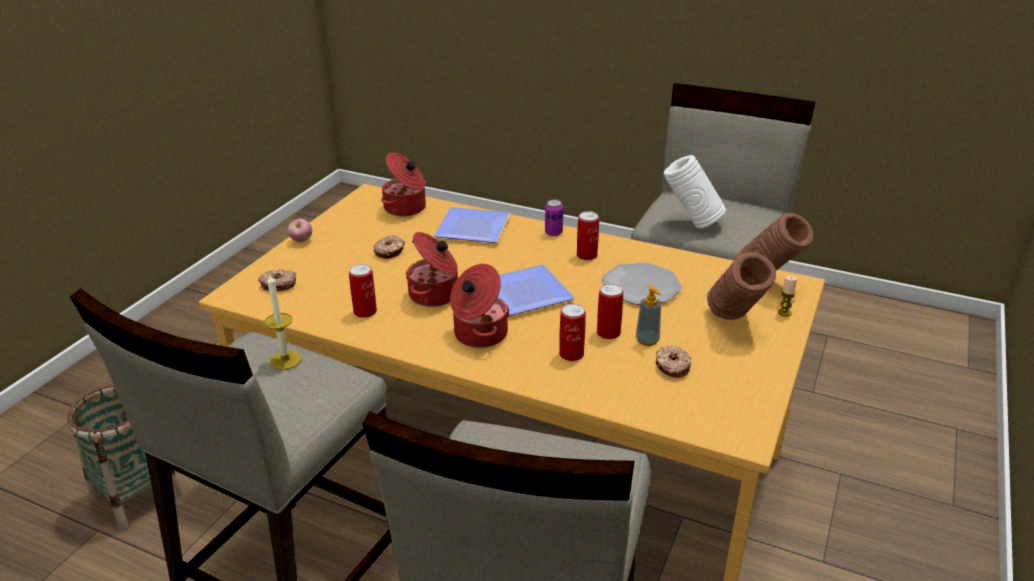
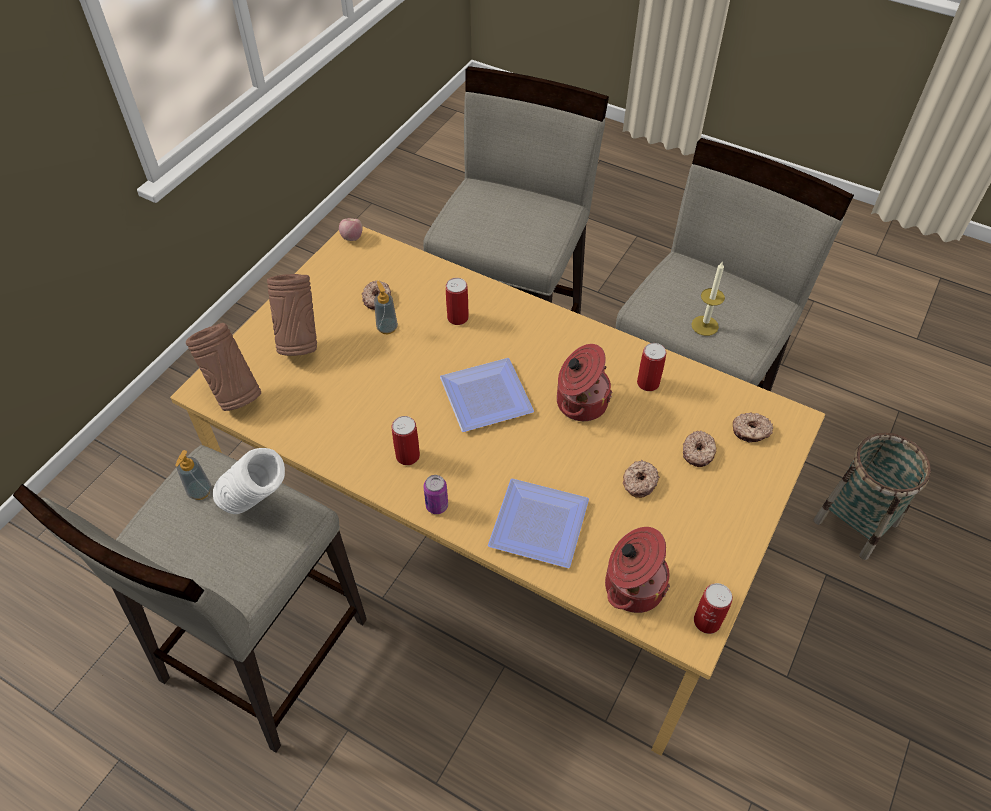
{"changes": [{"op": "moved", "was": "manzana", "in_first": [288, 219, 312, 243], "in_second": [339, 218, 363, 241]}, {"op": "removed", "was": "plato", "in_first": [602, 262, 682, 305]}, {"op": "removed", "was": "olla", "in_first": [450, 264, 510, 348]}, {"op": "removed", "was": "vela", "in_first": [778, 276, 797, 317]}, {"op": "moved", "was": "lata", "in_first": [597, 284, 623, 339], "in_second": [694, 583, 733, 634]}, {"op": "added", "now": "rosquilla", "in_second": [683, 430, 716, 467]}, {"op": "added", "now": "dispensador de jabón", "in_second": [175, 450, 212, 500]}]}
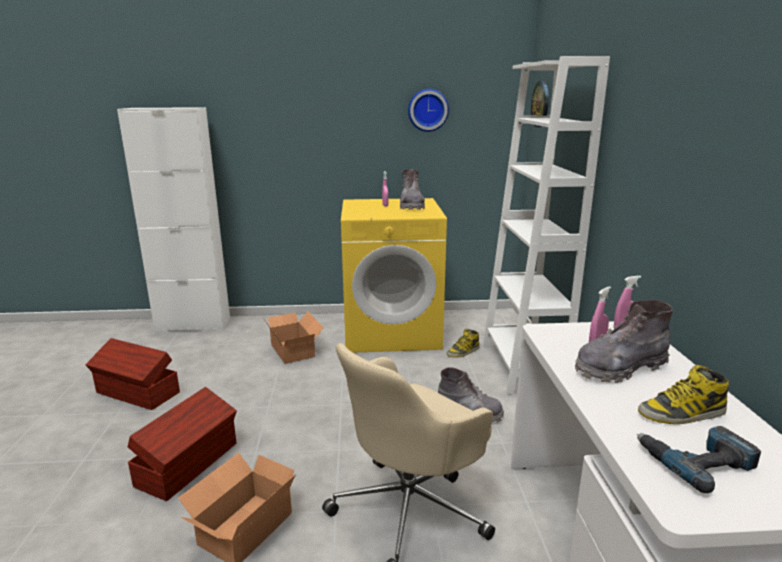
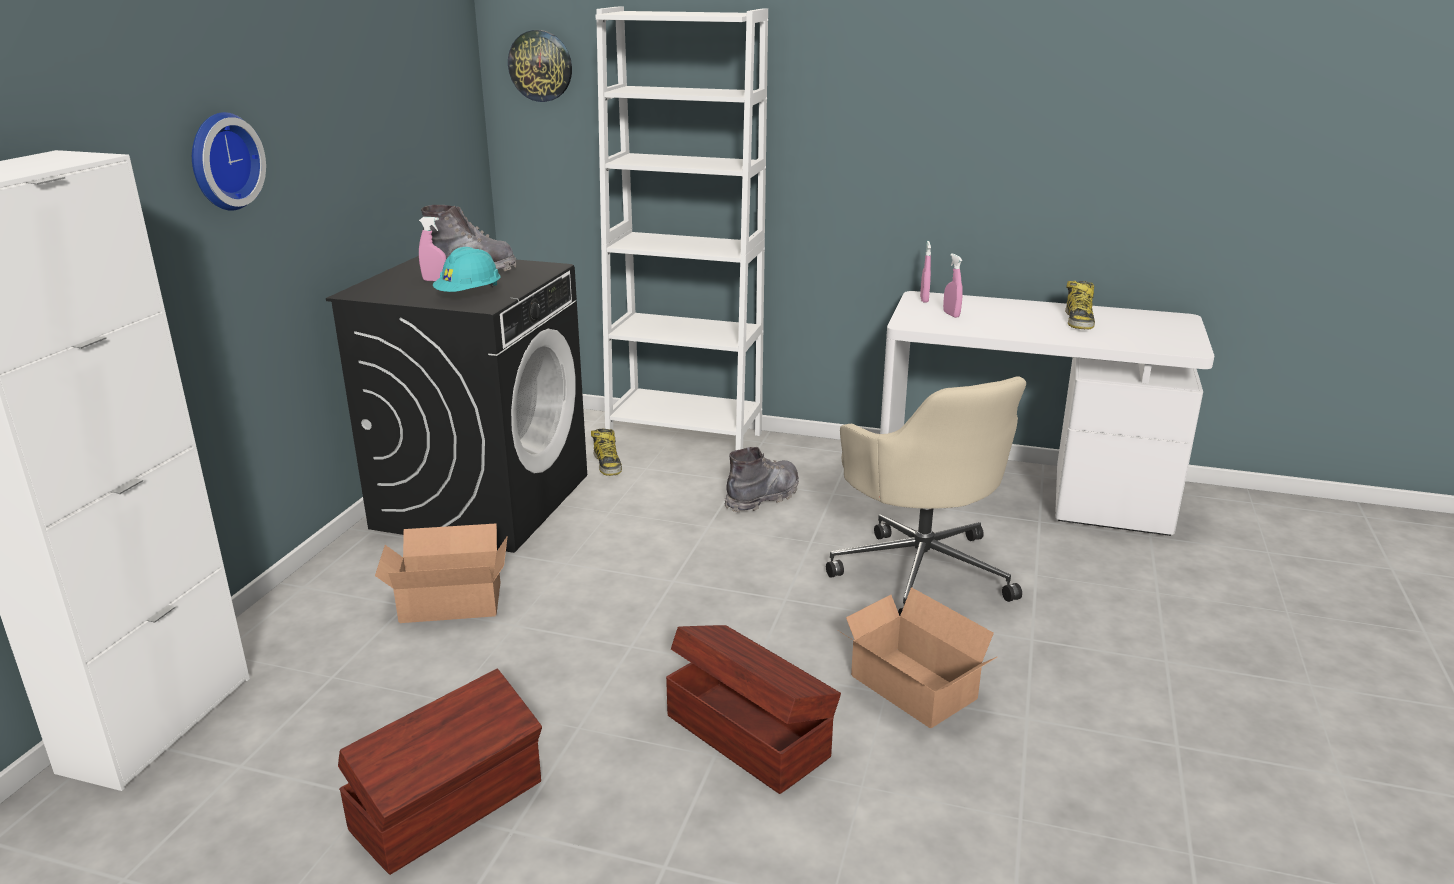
{"changes": [{"op": "moved", "was": "reloj de pared", "in_first": [408, 89, 449, 132], "in_second": [192, 112, 266, 211]}, {"op": "recoloured", "was": "lavadora/amarillo", "now": "lavadora/negro", "in_first": [341, 198, 447, 353], "in_second": [326, 256, 587, 553]}, {"op": "removed", "was": "bota/gris", "in_first": [575, 299, 673, 383]}, {"op": "removed", "was": "taladro", "in_first": [637, 426, 761, 493]}, {"op": "added", "now": "casco/turquesa", "in_second": [433, 247, 501, 292]}]}
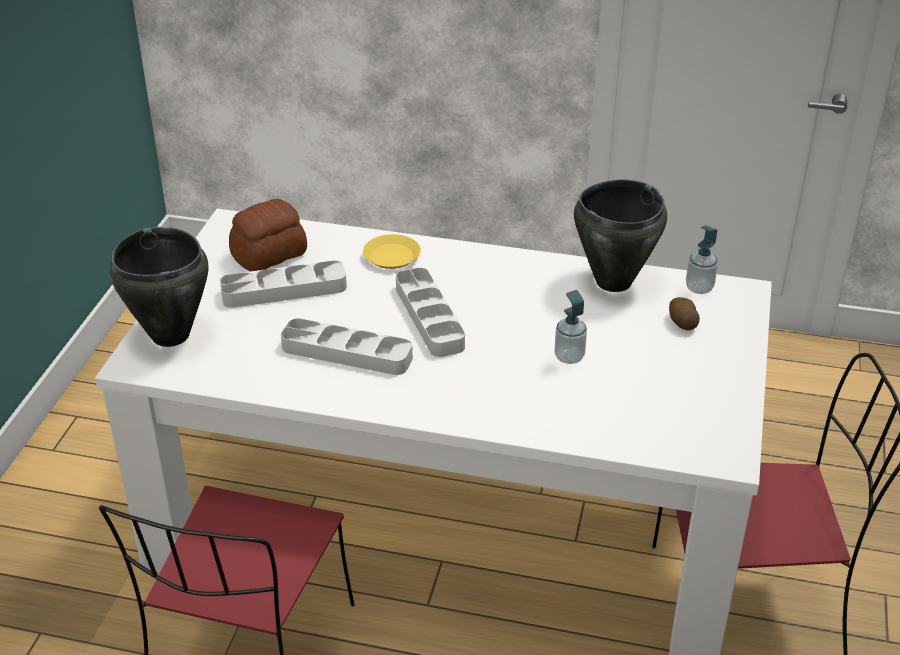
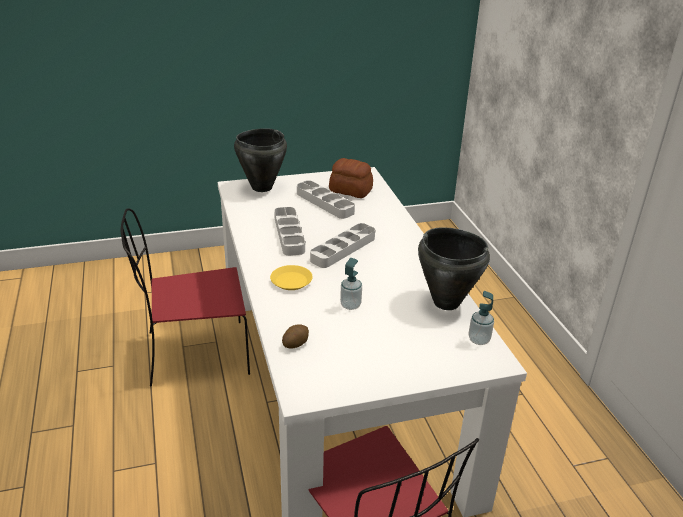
{"changes": [{"op": "moved", "was": "plato/amarillo", "in_first": [363, 234, 421, 269], "in_second": [270, 265, 313, 290]}, {"op": "moved", "was": "patata", "in_first": [669, 297, 700, 330], "in_second": [282, 324, 309, 348]}]}
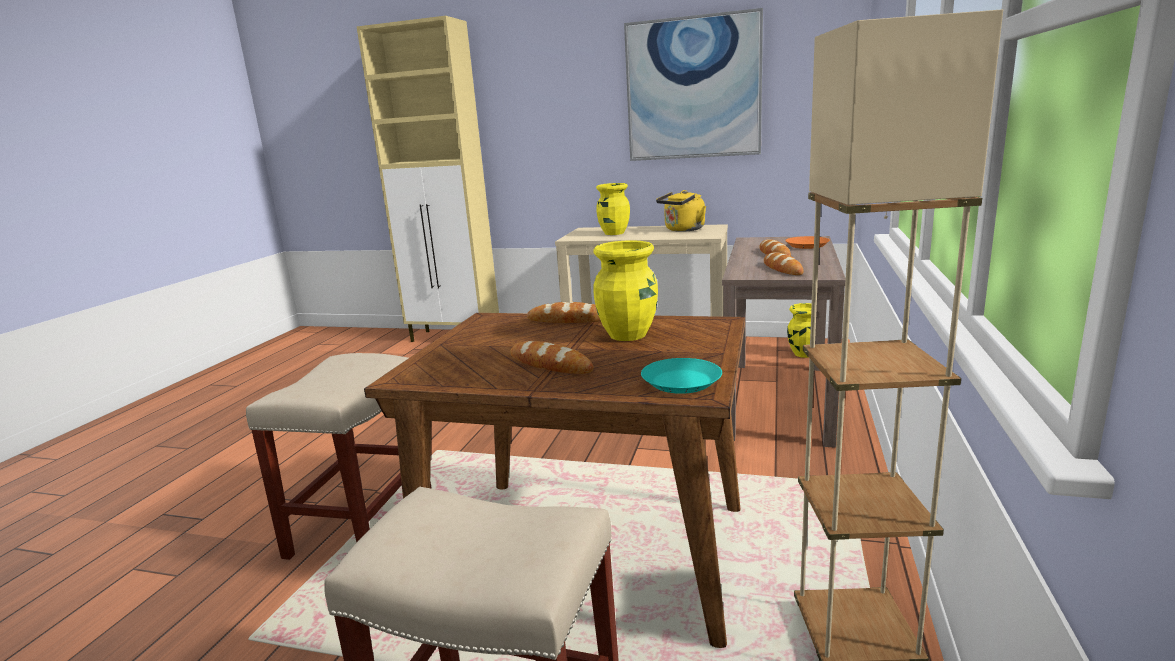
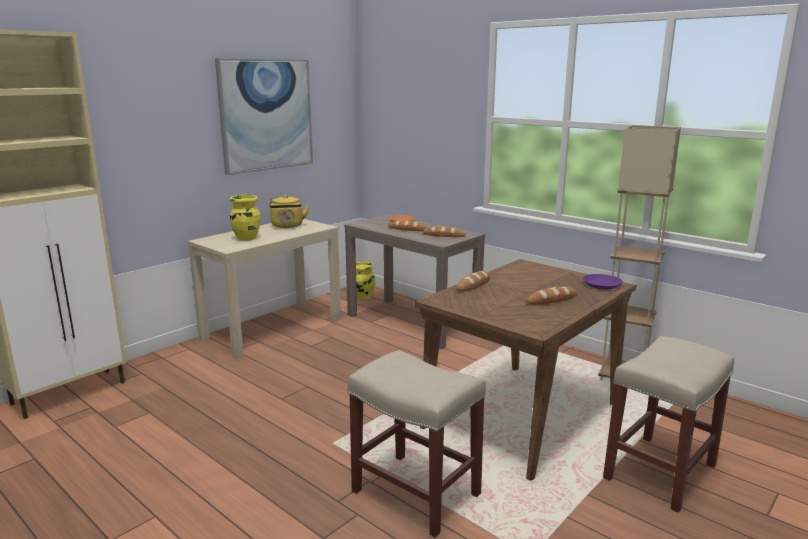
{"changes": [{"op": "removed", "was": "florero/amarillo", "in_first": [593, 240, 658, 341]}, {"op": "recoloured", "was": "plato/turquesa", "now": "plato/morado", "in_first": [641, 358, 722, 394], "in_second": [583, 274, 623, 289]}]}
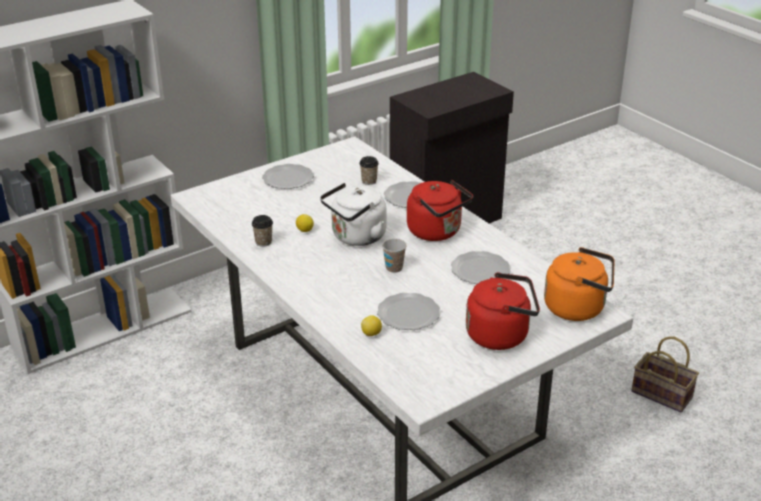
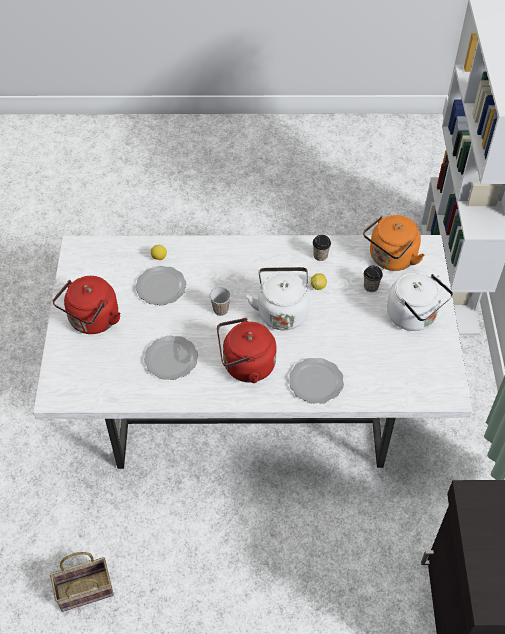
{"changes": [{"op": "moved", "was": "taza", "in_first": [359, 156, 379, 185], "in_second": [364, 266, 383, 292]}, {"op": "replaced", "was": "plato", "now": "hervidor/blanco", "in_first": [262, 164, 314, 189], "in_second": [387, 273, 453, 331]}, {"op": "moved", "was": "hervidor/naranja", "in_first": [544, 247, 615, 321], "in_second": [363, 215, 425, 271]}]}
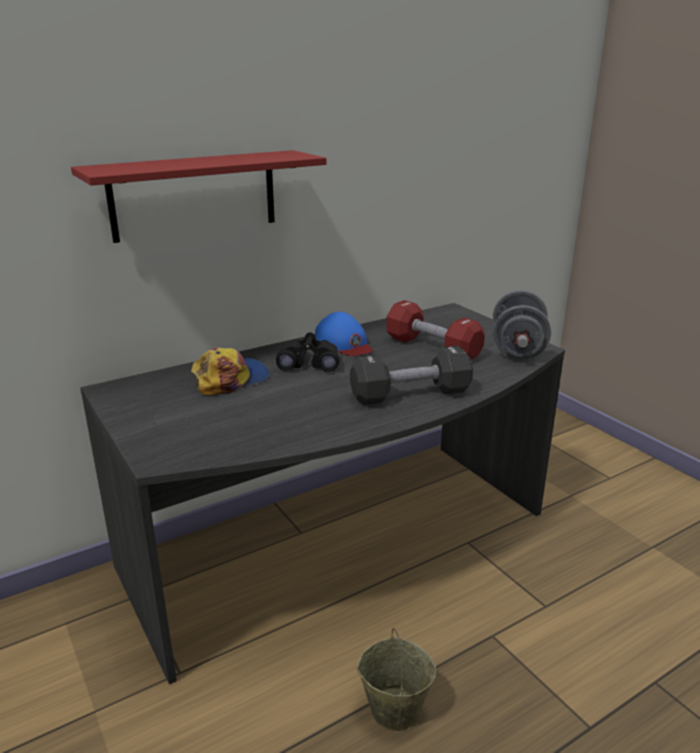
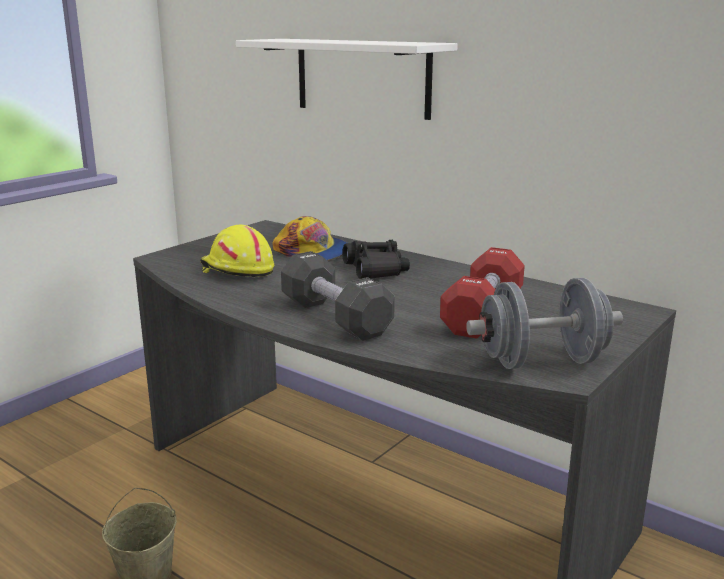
{"changes": [{"op": "recoloured", "was": "estante/rojo", "now": "estante/blanco", "in_first": [71, 150, 326, 243], "in_second": [236, 39, 458, 120]}, {"op": "removed", "was": "gorra/azul", "in_first": [315, 312, 373, 356]}, {"op": "added", "now": "casco/amarillo", "in_second": [200, 225, 274, 277]}]}
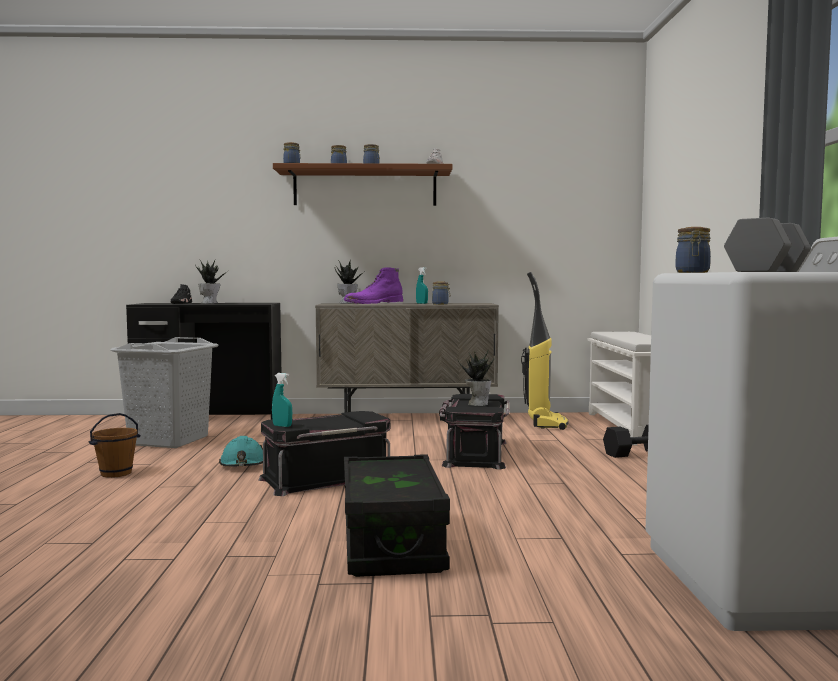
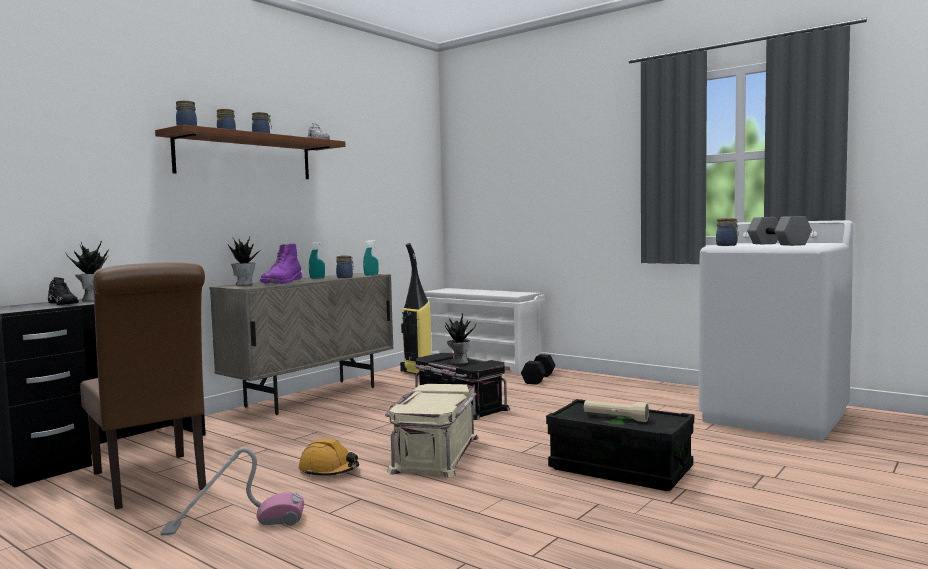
{"changes": [{"op": "replaced", "was": "cesto de la ropa/gris", "now": "silla/marrón", "in_first": [110, 337, 219, 448], "in_second": [80, 262, 206, 509]}, {"op": "moved", "was": "pulverizador/turquesa", "in_first": [272, 373, 292, 427], "in_second": [363, 240, 379, 275]}, {"op": "recoloured", "was": "caja de almacenaje/negro", "now": "caja de almacenaje/beis", "in_first": [258, 411, 390, 496], "in_second": [385, 384, 478, 478]}, {"op": "replaced", "was": "cubo/marrón", "now": "aspiradora", "in_first": [89, 413, 140, 478], "in_second": [161, 447, 304, 536]}, {"op": "recoloured", "was": "casco/turquesa", "now": "casco/naranja", "in_first": [219, 436, 263, 467], "in_second": [298, 439, 359, 477]}, {"op": "added", "now": "linterna/beis", "in_second": [584, 400, 649, 422]}]}
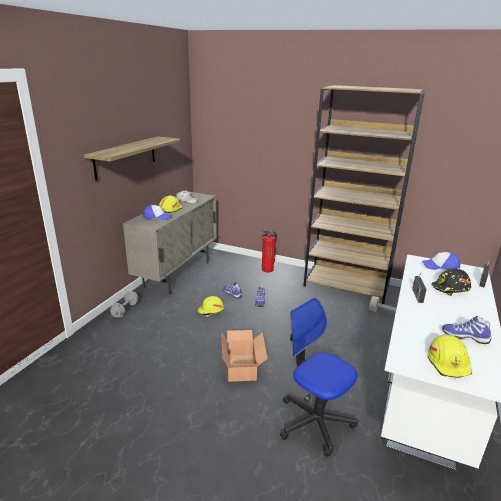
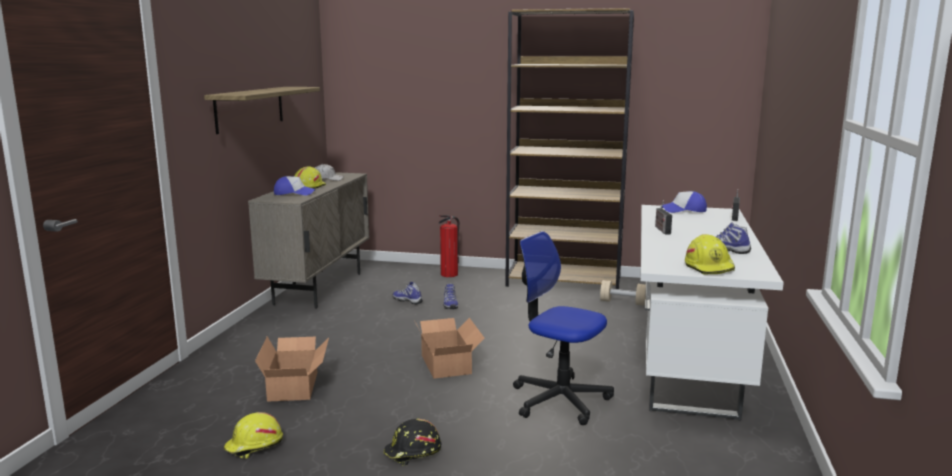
{"changes": [{"op": "moved", "was": "casco/negro", "in_first": [432, 268, 471, 296], "in_second": [384, 419, 442, 465]}, {"op": "removed", "was": "mancuerna/gris", "in_first": [110, 291, 138, 317]}, {"op": "moved", "was": "casco/amarillo", "in_first": [198, 296, 224, 317], "in_second": [224, 412, 283, 459]}, {"op": "added", "now": "caja de cartón", "in_second": [255, 337, 329, 402]}]}
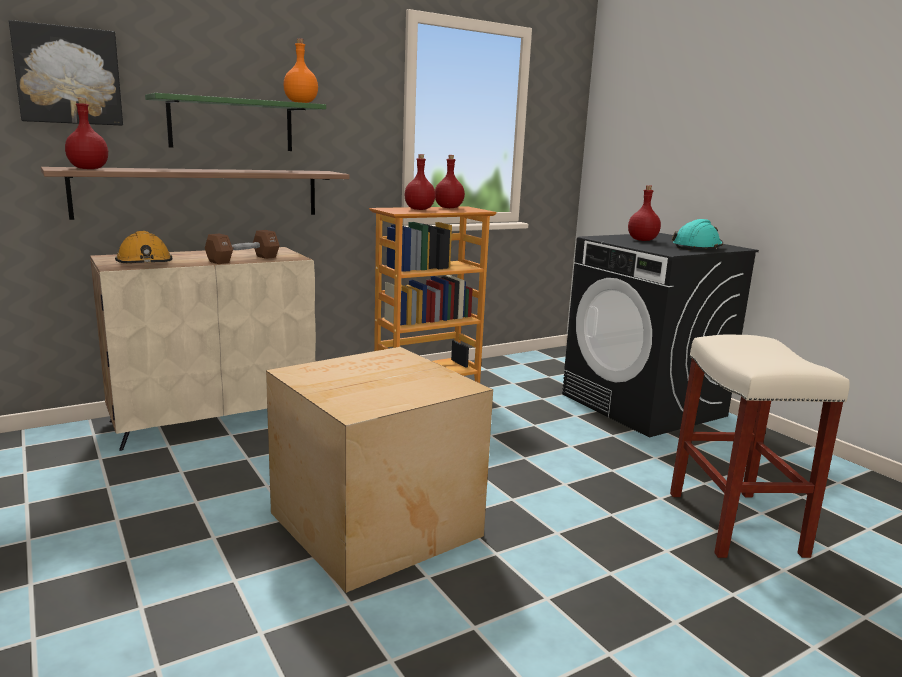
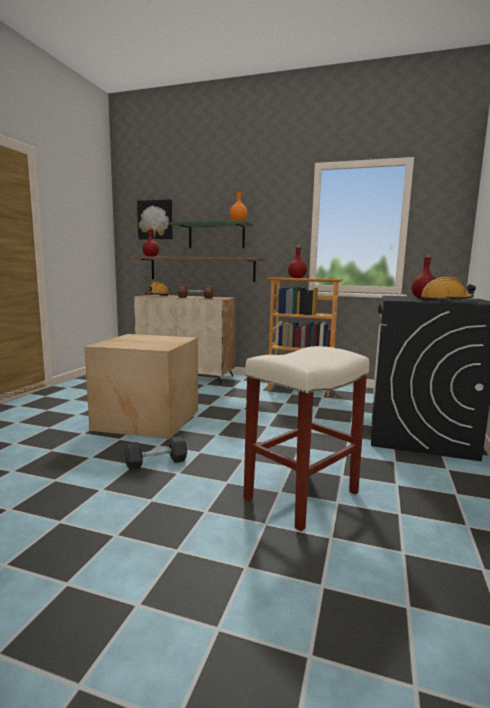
{"changes": [{"op": "removed", "was": "botella/rojo", "in_first": [435, 155, 465, 208]}, {"op": "recoloured", "was": "casco/turquesa", "now": "casco/naranja", "in_first": [672, 219, 723, 250], "in_second": [421, 277, 476, 301]}, {"op": "added", "now": "mancuerna/gris", "in_second": [125, 436, 187, 470]}]}
